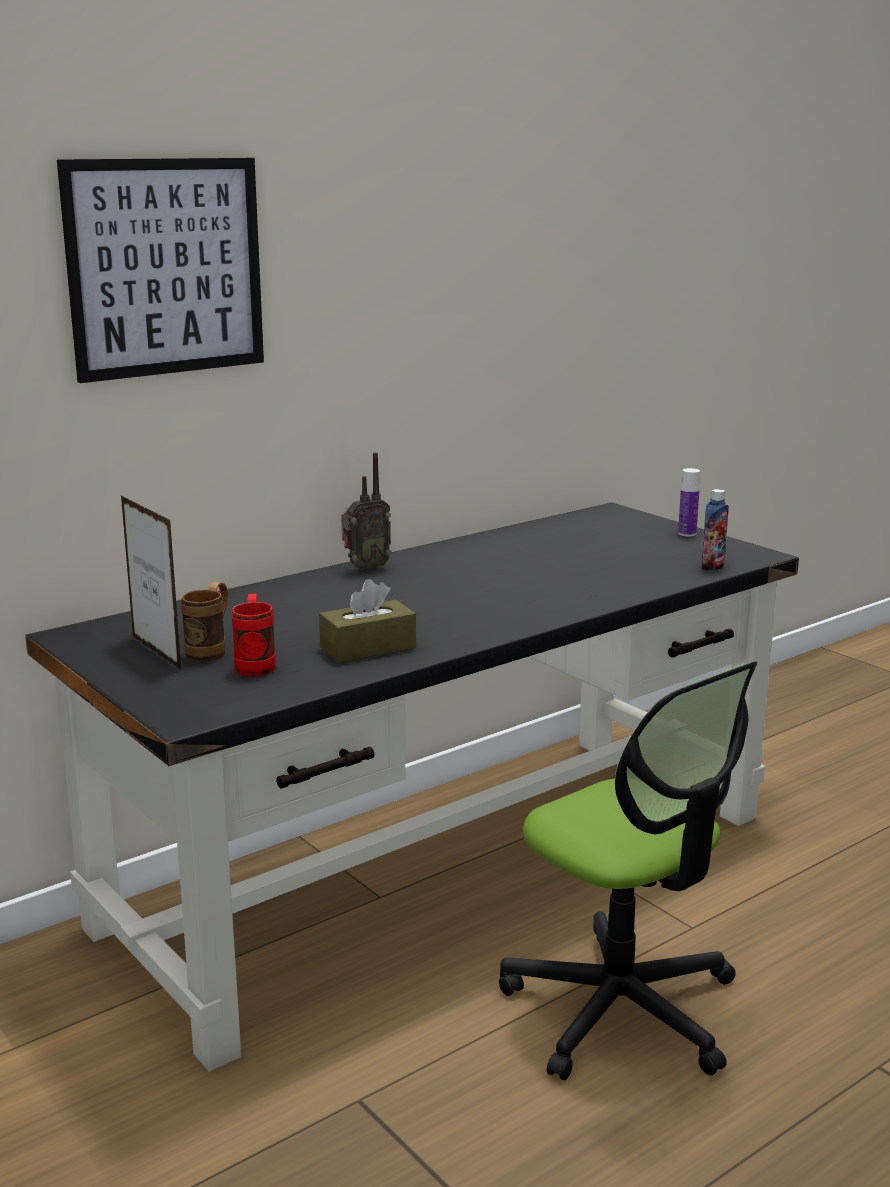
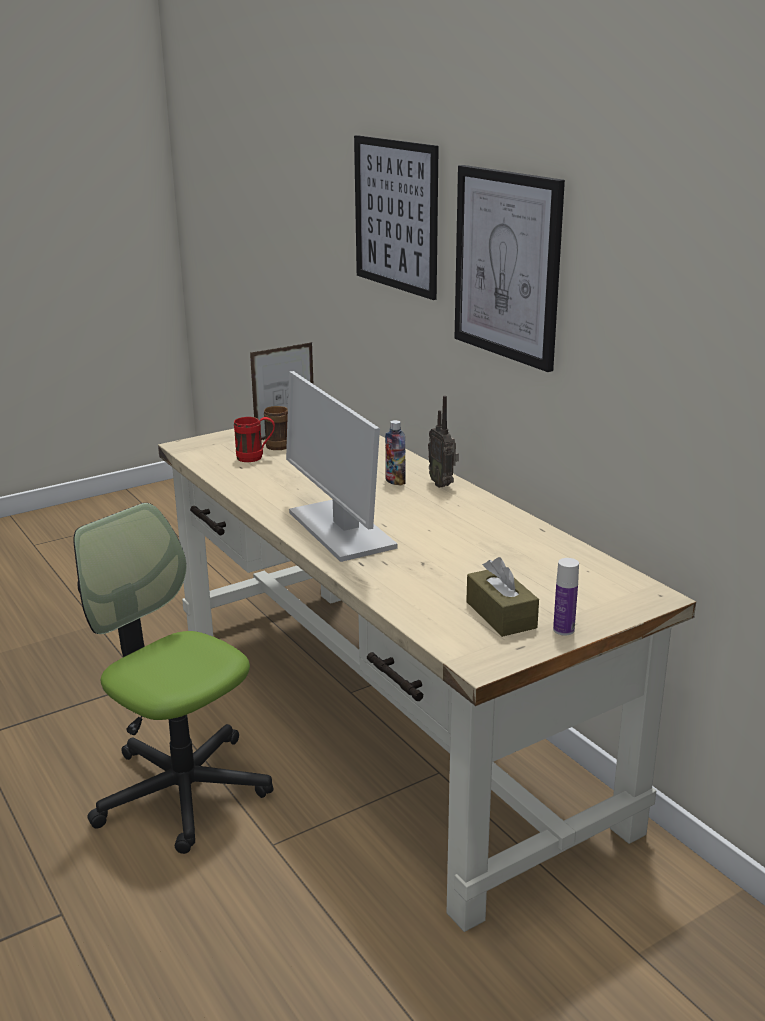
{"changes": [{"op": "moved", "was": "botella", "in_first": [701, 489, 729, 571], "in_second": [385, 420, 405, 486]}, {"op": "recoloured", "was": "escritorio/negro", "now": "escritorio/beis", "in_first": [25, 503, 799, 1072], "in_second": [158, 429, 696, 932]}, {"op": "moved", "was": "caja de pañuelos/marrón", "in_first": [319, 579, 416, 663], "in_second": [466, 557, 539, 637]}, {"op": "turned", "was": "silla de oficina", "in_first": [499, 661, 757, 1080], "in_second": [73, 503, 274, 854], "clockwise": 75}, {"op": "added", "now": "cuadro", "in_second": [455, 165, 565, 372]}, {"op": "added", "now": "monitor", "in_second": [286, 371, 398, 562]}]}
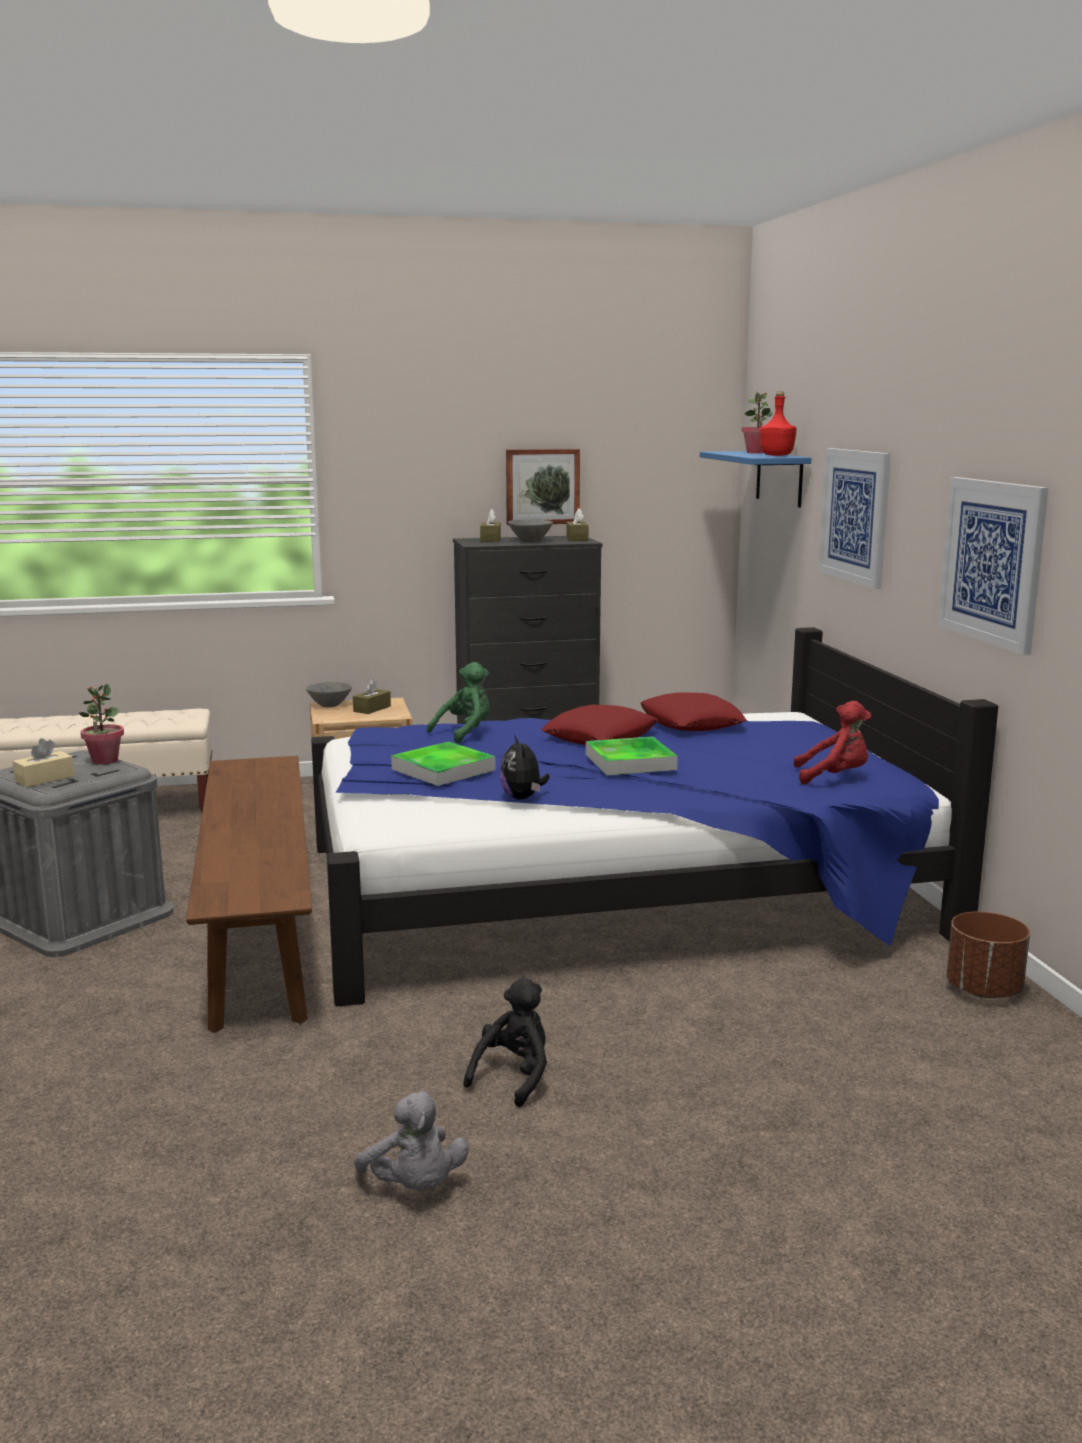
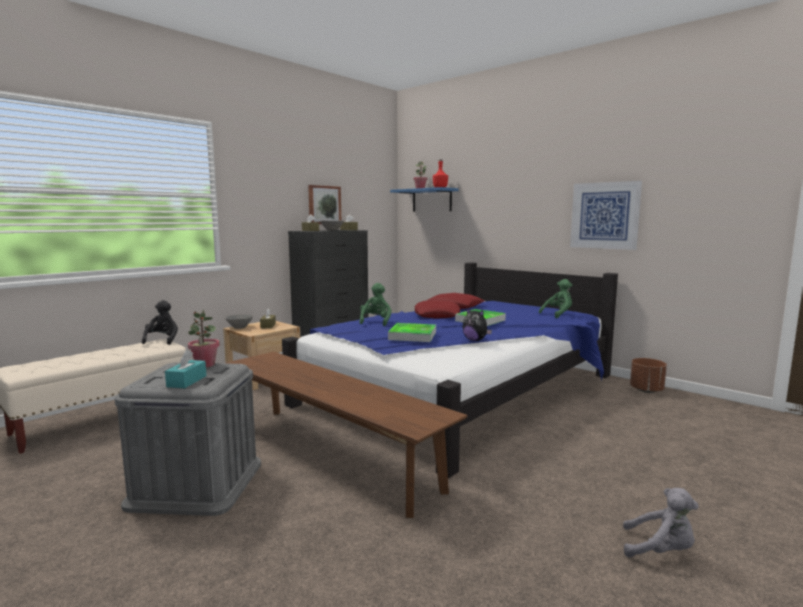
{"changes": [{"op": "removed", "was": "cuadro", "in_first": [818, 448, 891, 589]}, {"op": "recoloured", "was": "peluche/rojo", "now": "peluche/verde", "in_first": [793, 701, 871, 784], "in_second": [539, 279, 572, 318]}, {"op": "recoloured", "was": "caja de pañuelos/beis", "now": "caja de pañuelos/turquesa", "in_first": [13, 738, 74, 787], "in_second": [165, 350, 206, 388]}, {"op": "moved", "was": "peluche/negro", "in_first": [463, 978, 547, 1107], "in_second": [142, 300, 178, 345]}]}
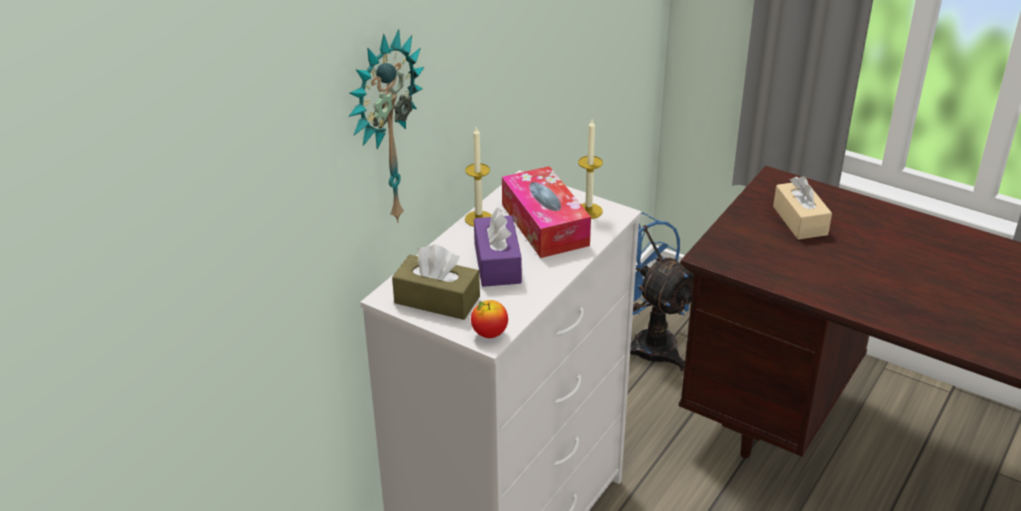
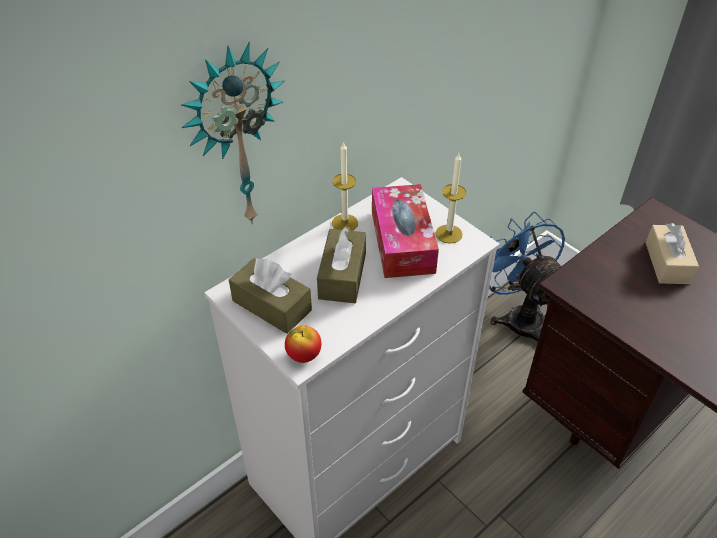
{"changes": [{"op": "recoloured", "was": "caja de pañuelos/morado", "now": "caja de pañuelos/marrón", "in_first": [474, 208, 522, 287], "in_second": [317, 226, 366, 303]}]}
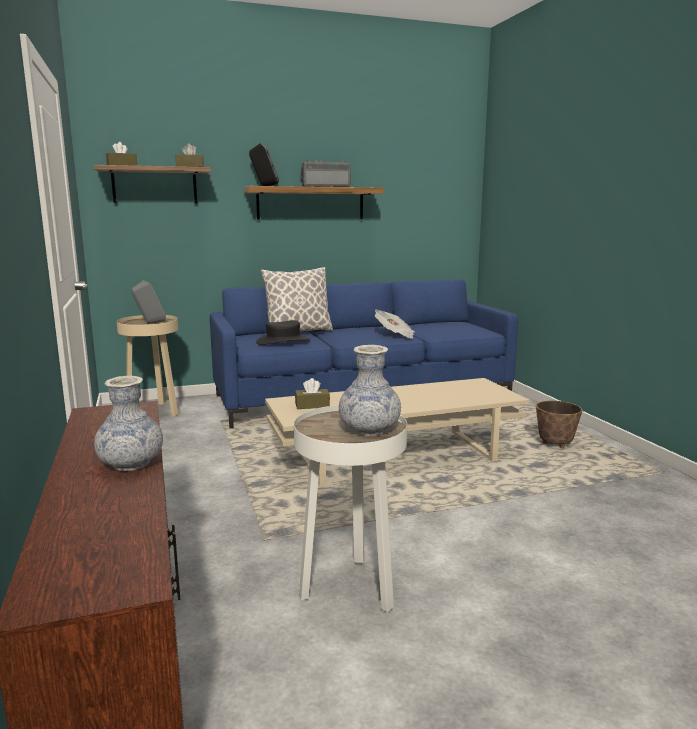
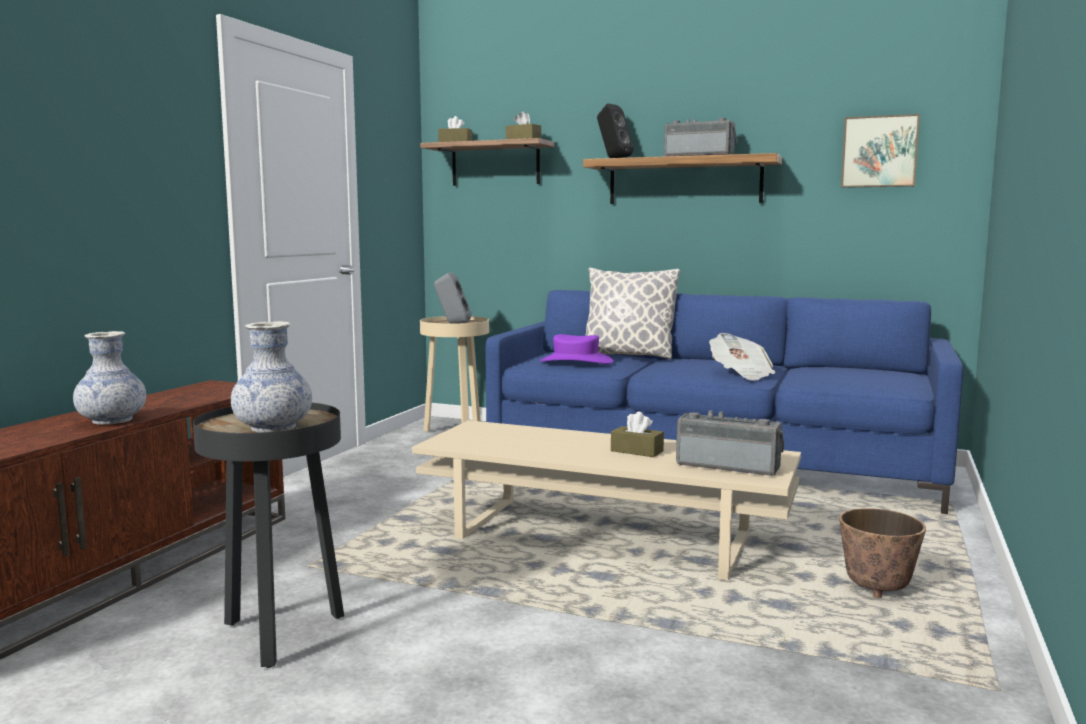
{"changes": [{"op": "recoloured", "was": "sombrero/negro", "now": "sombrero/morado", "in_first": [256, 320, 311, 345], "in_second": [540, 334, 613, 364]}, {"op": "moved", "was": "caja de pañuelos/marrón", "in_first": [295, 378, 330, 409], "in_second": [611, 411, 664, 457]}, {"op": "recoloured", "was": "mesa auxiliar/blanco", "now": "mesa auxiliar/negro", "in_first": [294, 405, 407, 612], "in_second": [193, 403, 344, 668]}, {"op": "added", "now": "cuadro", "in_second": [841, 114, 920, 188]}, {"op": "added", "now": "radio", "in_second": [676, 410, 784, 476]}]}
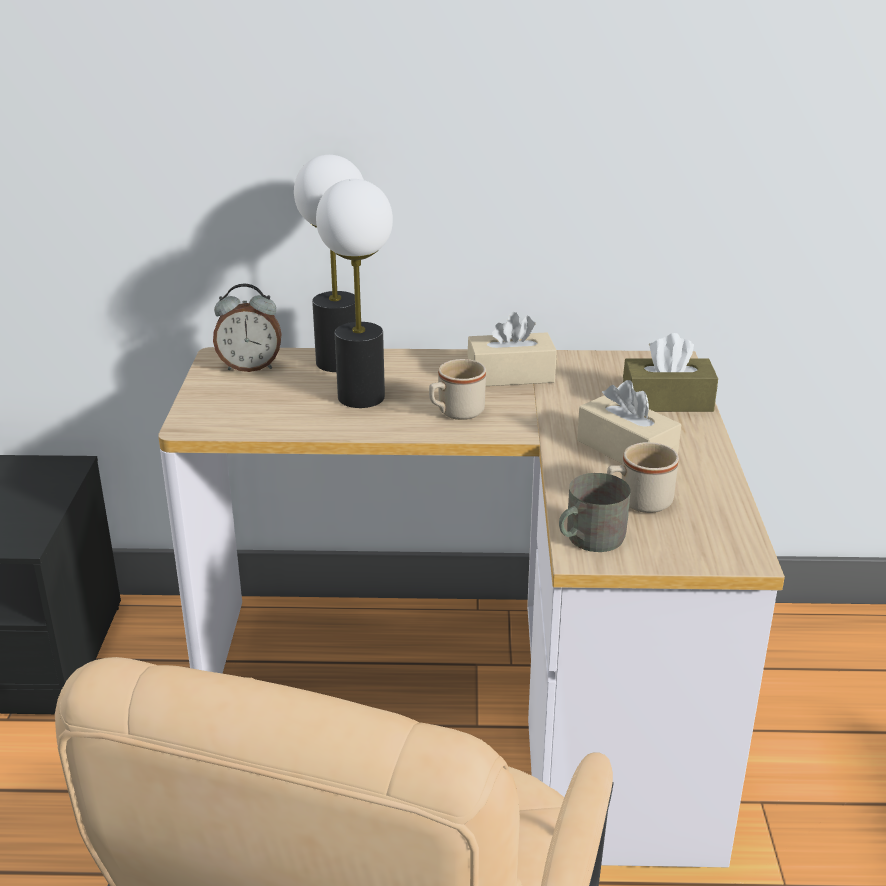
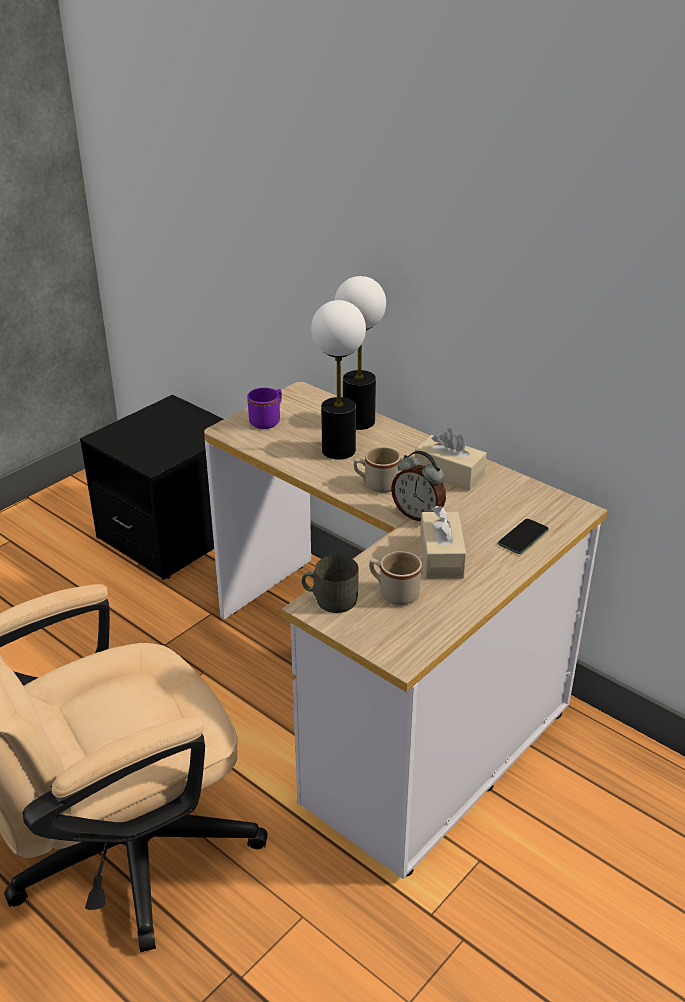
{"changes": [{"op": "moved", "was": "despertador", "in_first": [213, 284, 282, 372], "in_second": [391, 451, 446, 521]}, {"op": "replaced", "was": "caja de pañuelos/marrón", "now": "móvil", "in_first": [623, 333, 718, 412], "in_second": [498, 519, 549, 554]}, {"op": "added", "now": "taza grande/morado", "in_second": [247, 388, 282, 429]}]}
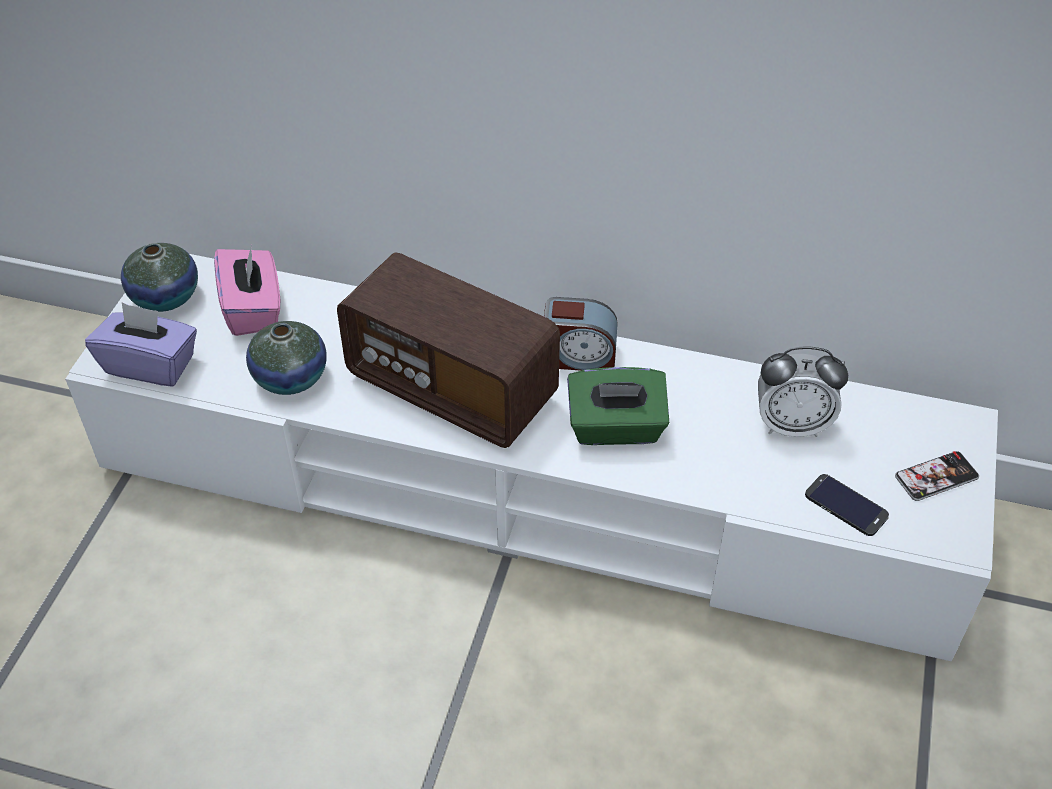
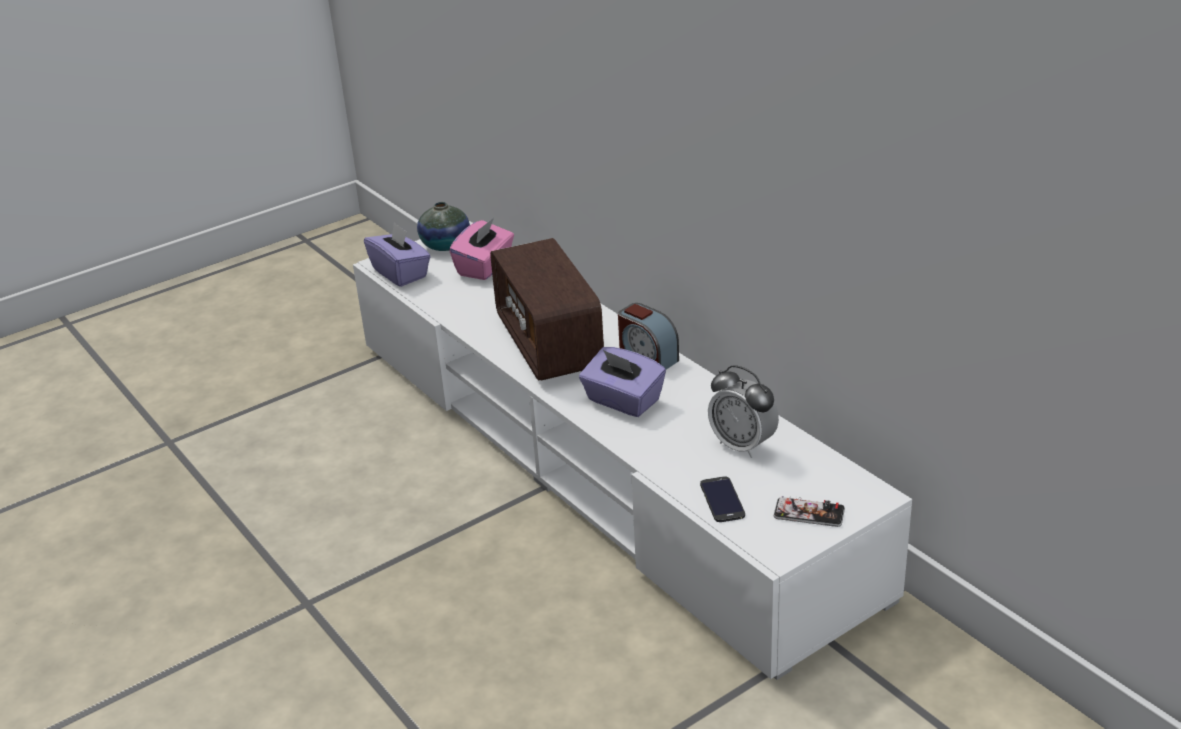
{"changes": [{"op": "removed", "was": "florero", "in_first": [246, 321, 327, 395]}, {"op": "recoloured", "was": "caja de pañuelos/verde", "now": "caja de pañuelos/morado", "in_first": [567, 367, 669, 445], "in_second": [579, 347, 666, 417]}]}
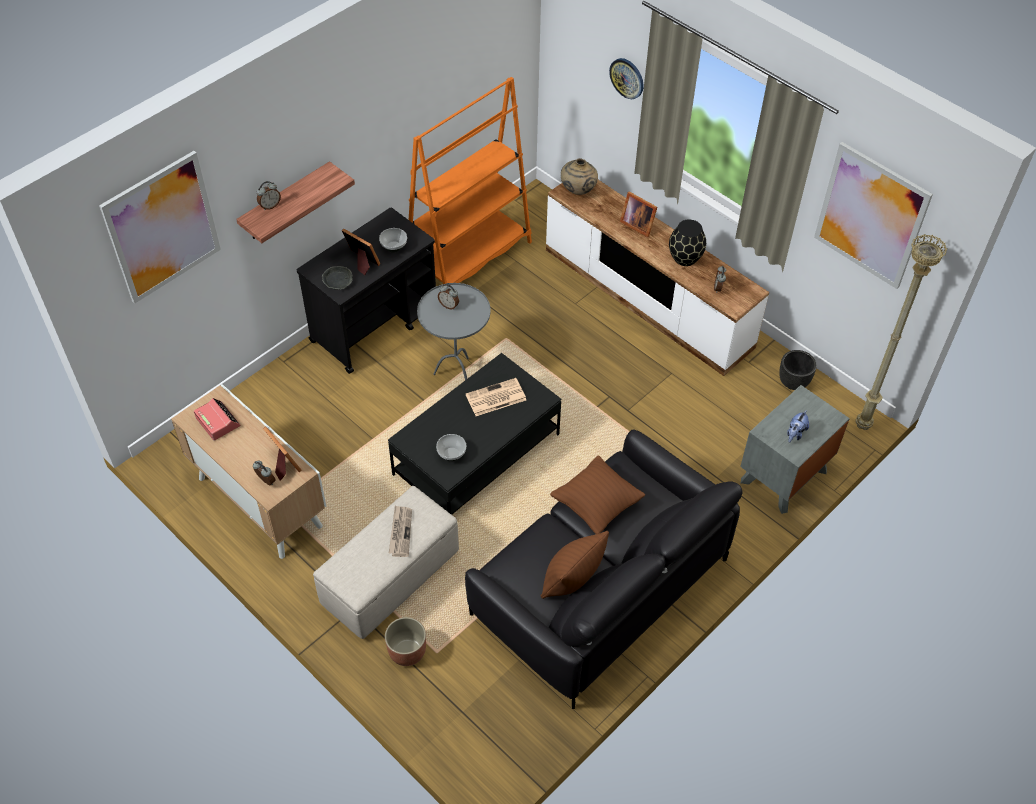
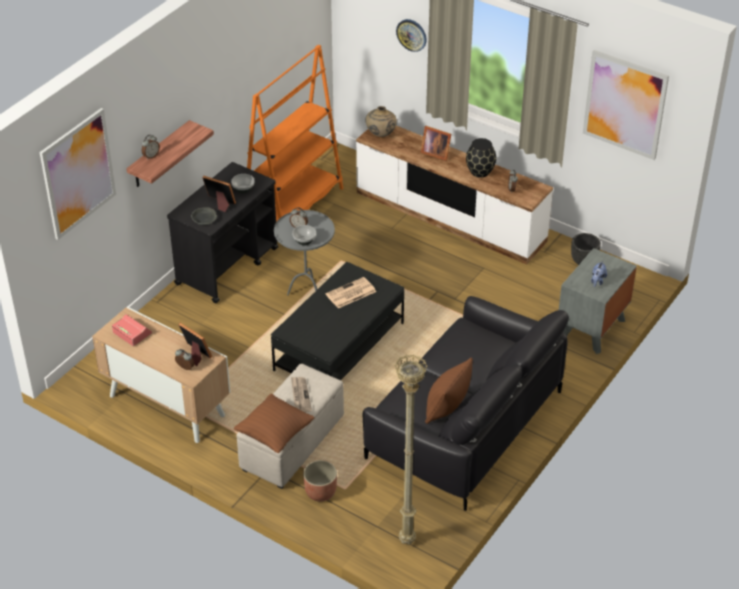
{"changes": [{"op": "moved", "was": "lámpara de pie/beis", "in_first": [855, 234, 947, 430], "in_second": [395, 354, 427, 544]}, {"op": "moved", "was": "cuenco", "in_first": [436, 434, 466, 461], "in_second": [292, 225, 316, 246]}, {"op": "moved", "was": "cojín/marrón", "in_first": [550, 455, 645, 534], "in_second": [234, 394, 315, 453]}]}
